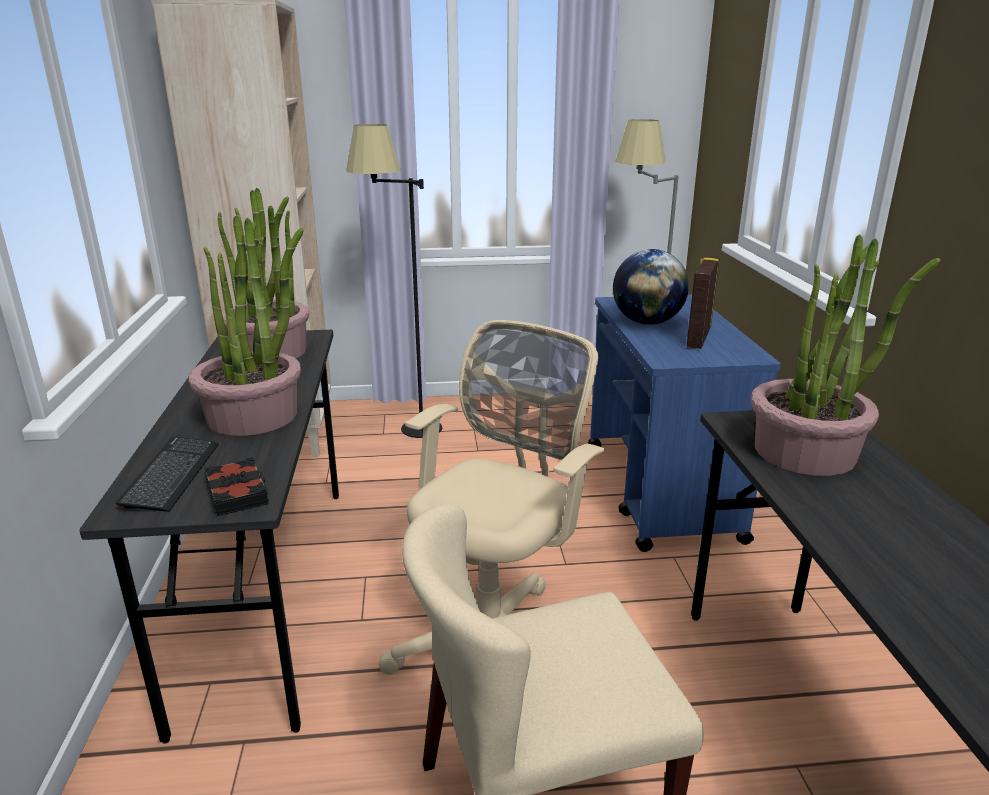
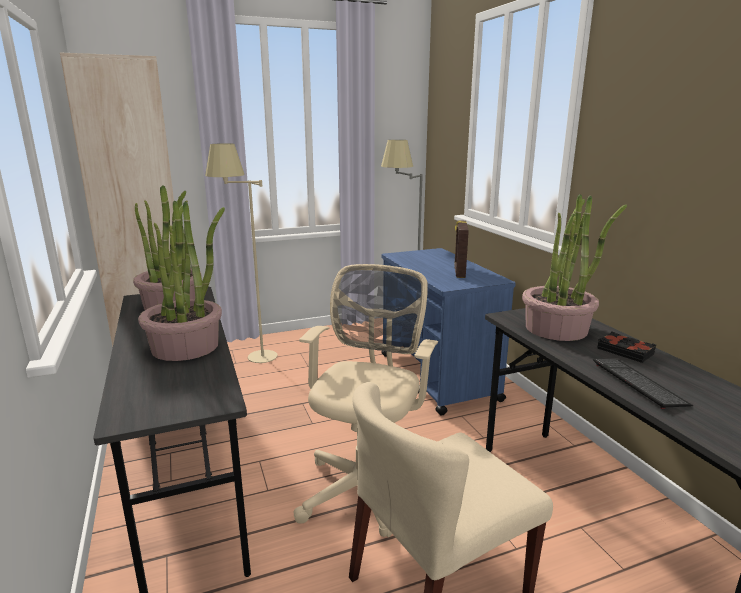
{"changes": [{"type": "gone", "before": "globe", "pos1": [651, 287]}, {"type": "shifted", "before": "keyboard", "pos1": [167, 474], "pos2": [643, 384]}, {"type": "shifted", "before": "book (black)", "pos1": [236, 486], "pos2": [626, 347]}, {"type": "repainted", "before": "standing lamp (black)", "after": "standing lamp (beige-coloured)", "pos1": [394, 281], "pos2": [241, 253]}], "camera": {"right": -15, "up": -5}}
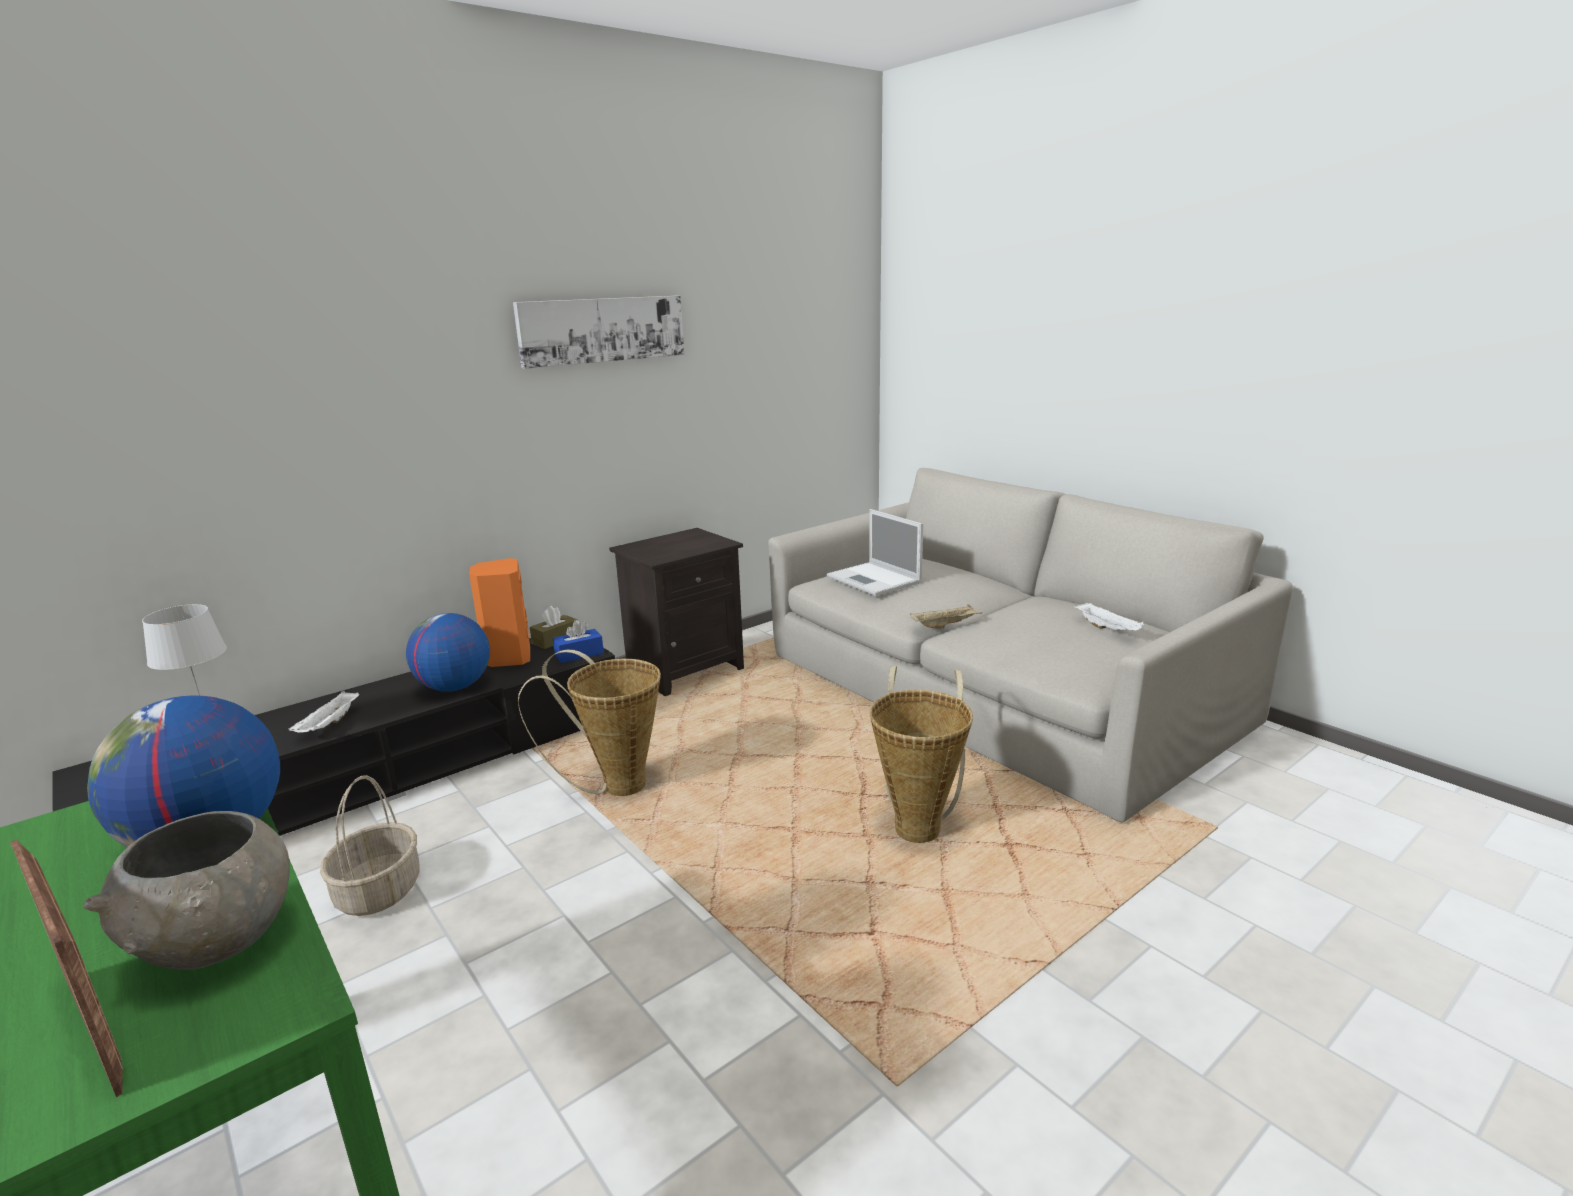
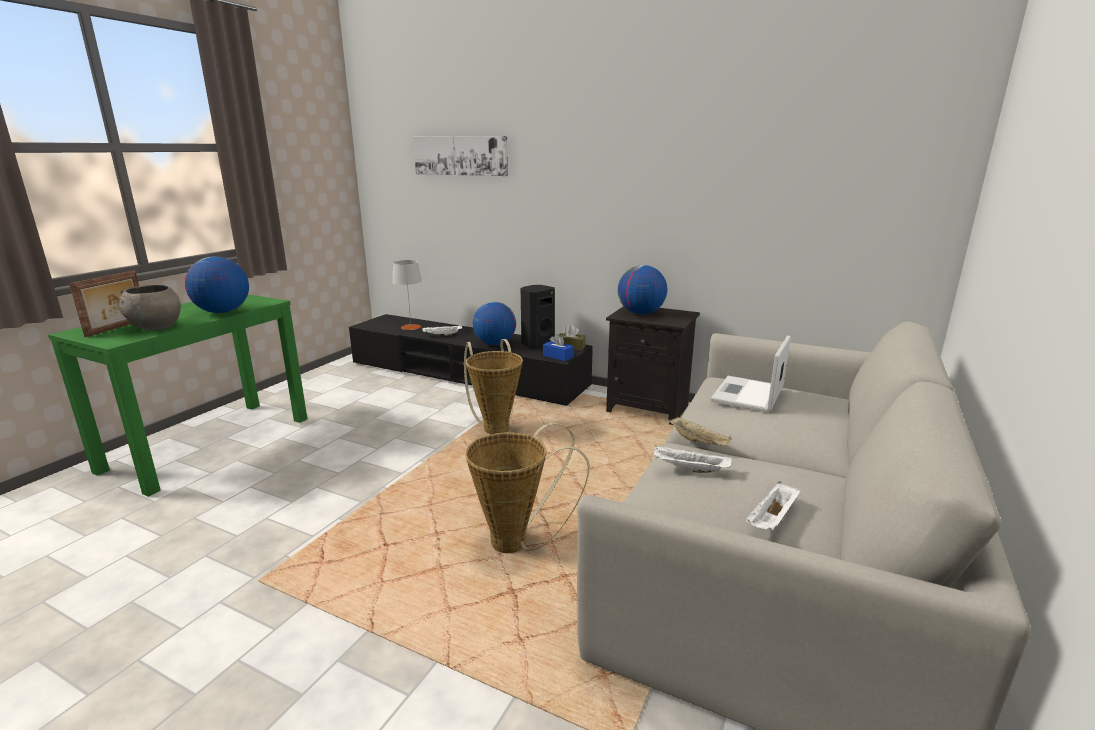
{"changes": [{"type": "gone", "before": "storage basket", "pos1": [370, 845]}, {"type": "new", "after": "globe", "pos2": [642, 290]}, {"type": "new", "after": "carrying tray (whitish)", "pos2": [693, 459]}, {"type": "shifted", "before": "wall picture", "pos1": [598, 332], "pos2": [460, 156]}, {"type": "repainted", "before": "loudspeaker (orange-coloured)", "after": "loudspeaker (black)", "pos1": [499, 612], "pos2": [538, 317]}], "camera": {"right": 65, "up": 0}}
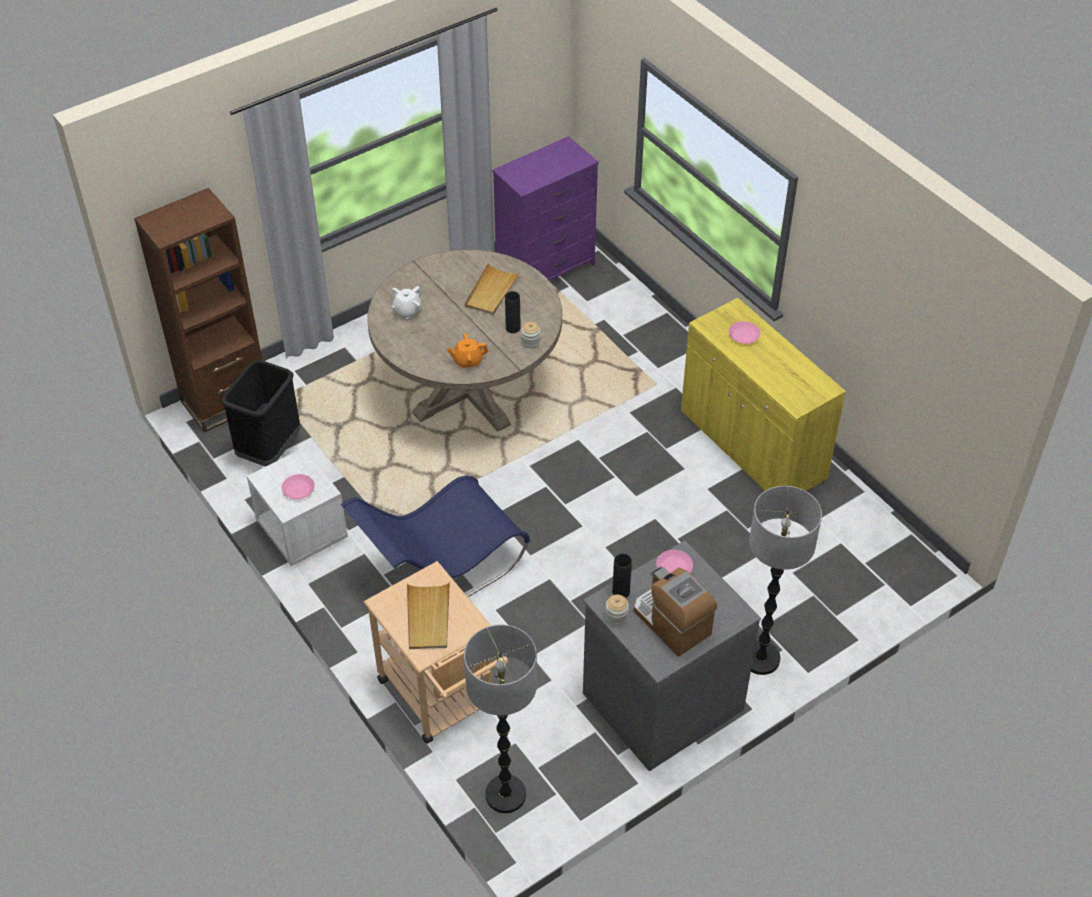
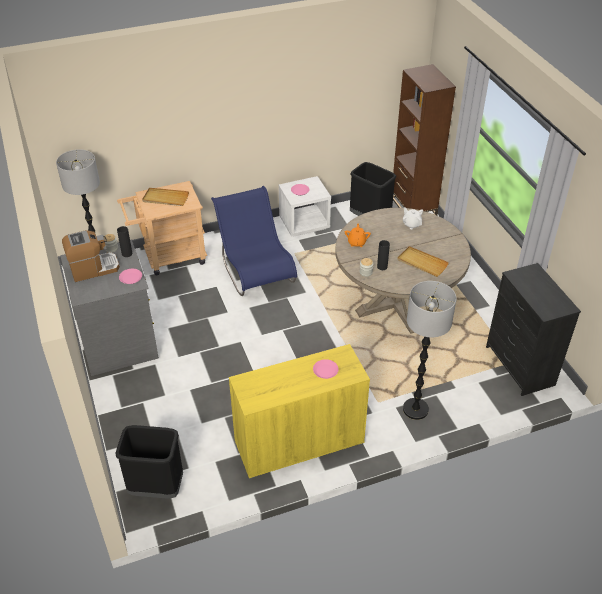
{"changes": [{"type": "new", "after": "rubbish bin (black)", "pos2": [149, 461]}, {"type": "shifted", "before": "standing lamp", "pos1": [785, 580], "pos2": [429, 350]}, {"type": "repainted", "before": "chest of drawers (purplish)", "after": "chest of drawers (black)", "pos1": [545, 208], "pos2": [533, 329]}], "camera": {"right": 105, "up": -5}}
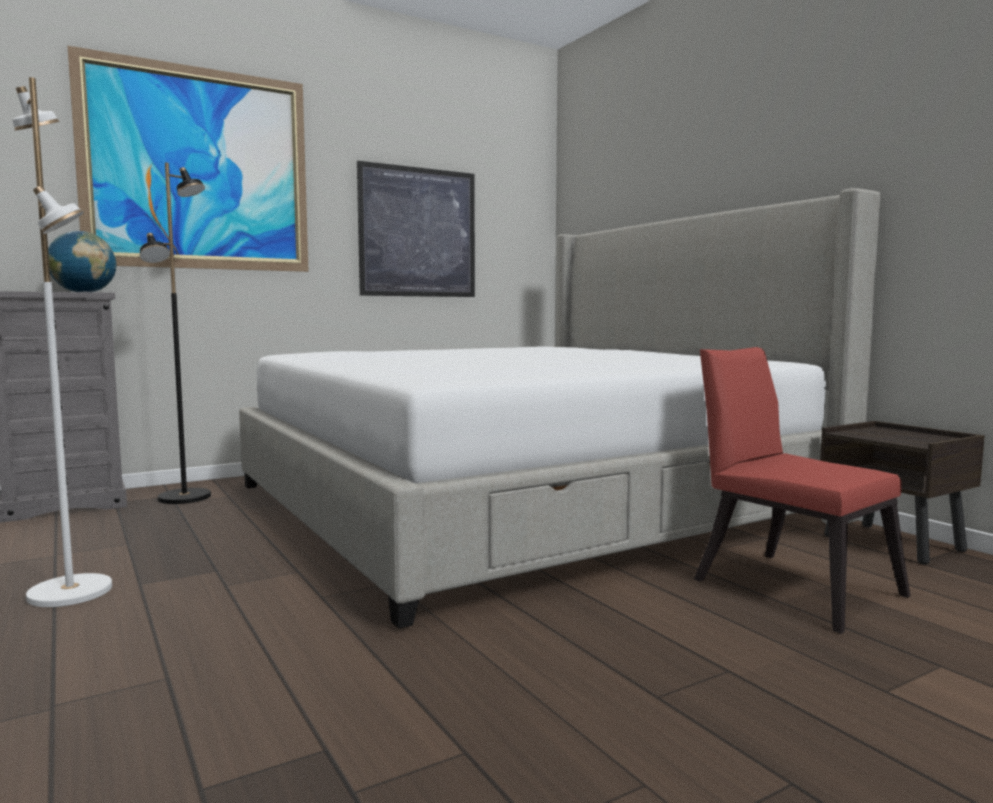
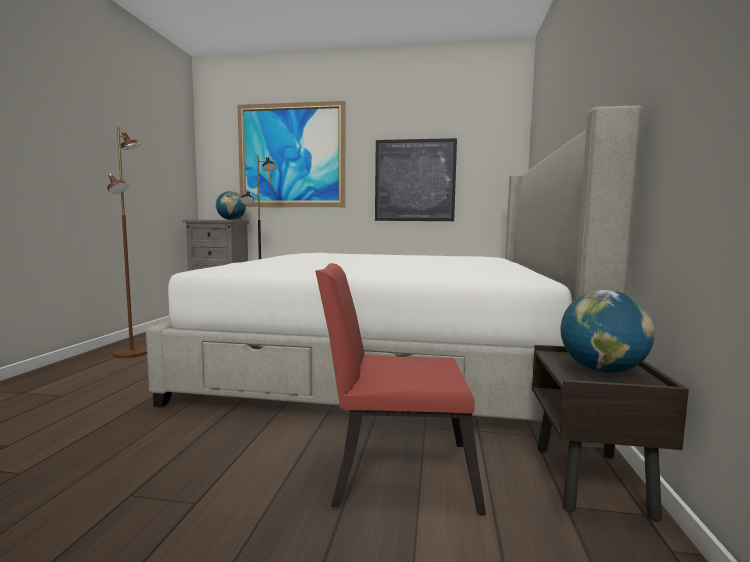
{"changes": [{"type": "new", "after": "globe", "pos2": [607, 331]}, {"type": "repainted", "before": "standing lamp (whitish)", "after": "standing lamp (brown)", "pos1": [62, 342], "pos2": [127, 242]}, {"type": "rotated", "before": "chair (reddish)", "pos1": [802, 490], "pos2": [400, 389], "turn": -90}], "camera": {"right": 40, "up": 0}}
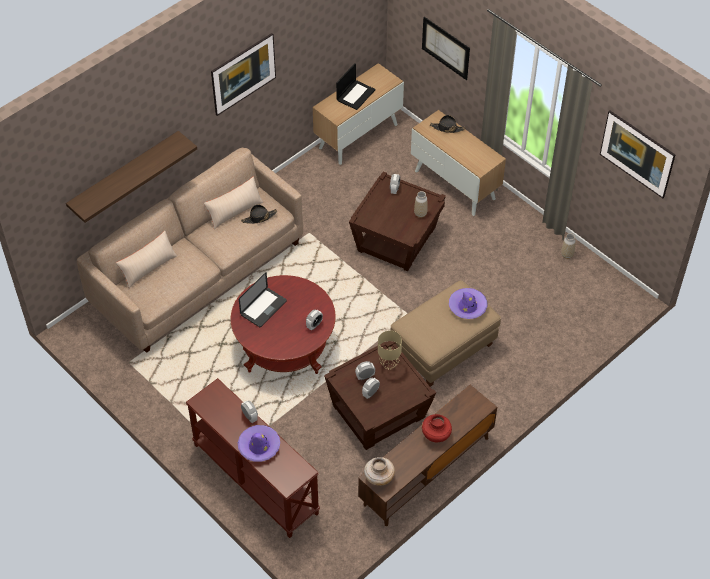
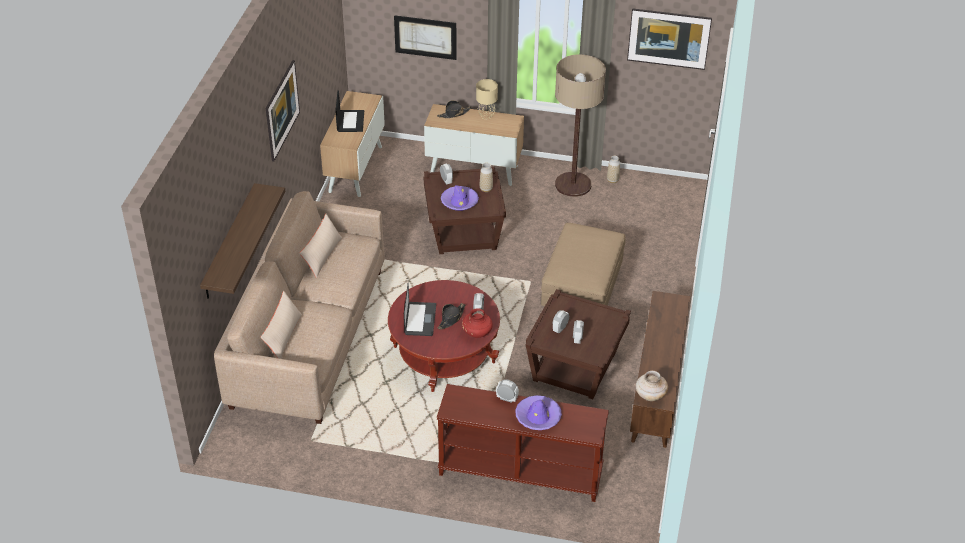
{"changes": [{"type": "new", "after": "standing lamp", "pos2": [580, 125]}, {"type": "shifted", "before": "wearable hat (black)", "pos1": [259, 214], "pos2": [451, 316]}, {"type": "shifted", "before": "tabletop lamp (beige-coloured)", "pos1": [390, 350], "pos2": [487, 99]}, {"type": "shifted", "before": "flower vase (reddish)", "pos1": [437, 428], "pos2": [477, 323]}, {"type": "shifted", "before": "wearable hat (purplish)", "pos1": [468, 303], "pos2": [460, 198]}], "camera": {"right": -35, "up": -10}}
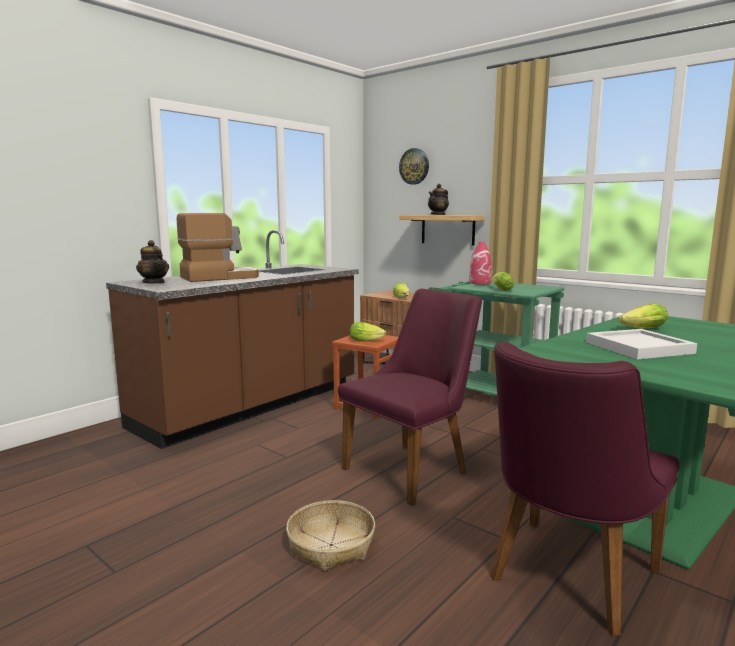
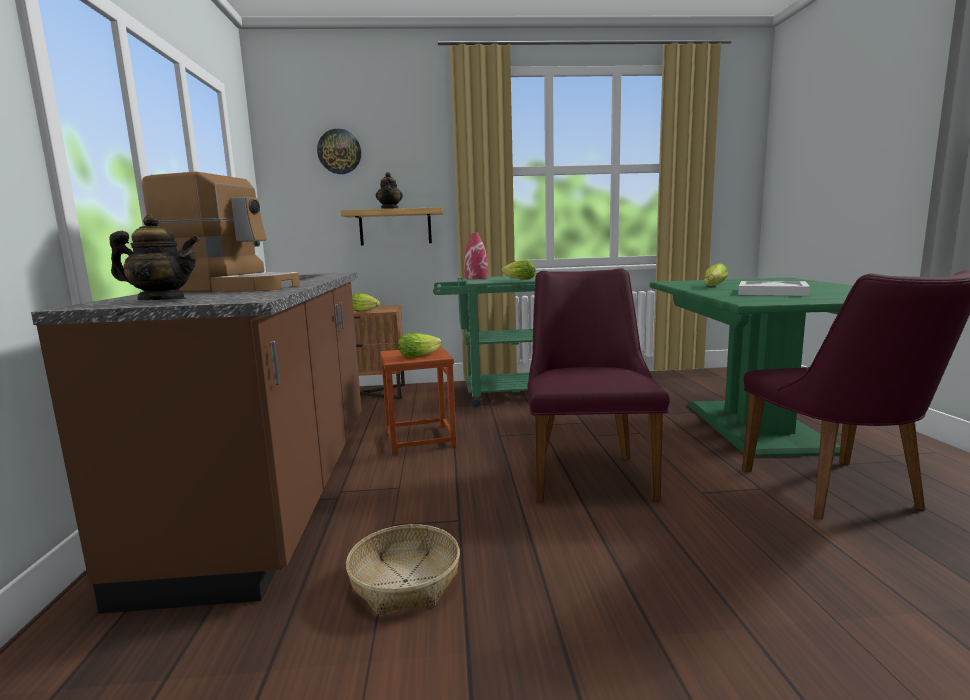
{"changes": [{"type": "shifted", "before": "storage basket", "pos1": [330, 535], "pos2": [403, 569]}, {"type": "rotated", "before": "coffee maker", "pos1": [218, 247], "pos2": [221, 231], "turn": 90}], "camera": {"right": -45, "up": 0}}
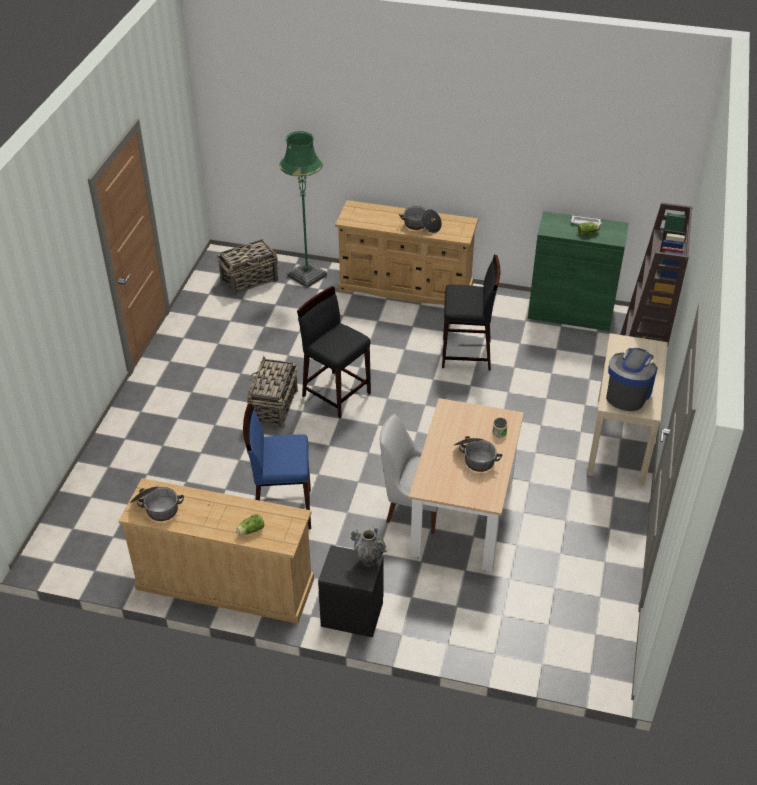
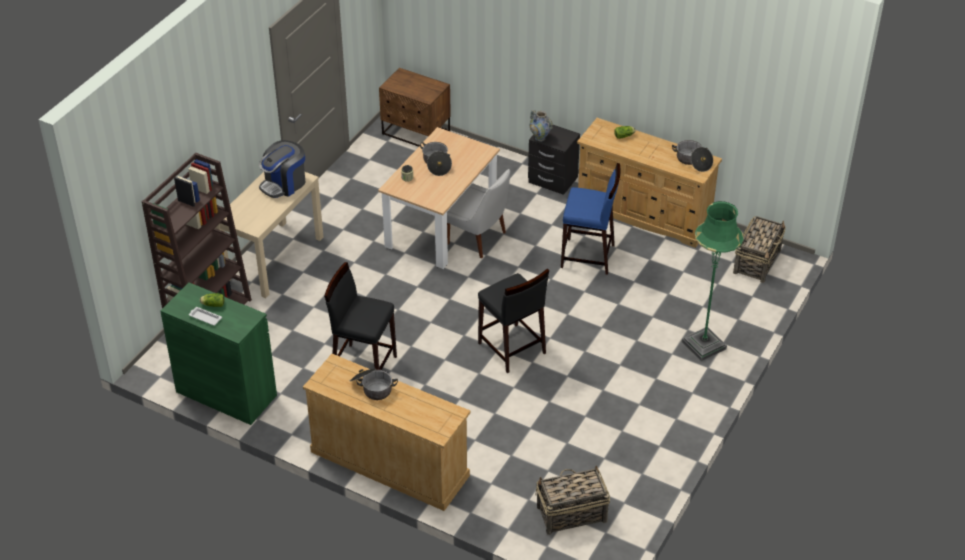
{"changes": [{"type": "new", "after": "nightstand (brown)", "pos2": [415, 107]}, {"type": "shifted", "before": "storage basket", "pos1": [272, 392], "pos2": [759, 249]}, {"type": "shifted", "before": "standing lamp (green-coloured)", "pos1": [303, 209], "pos2": [713, 281]}], "camera": {"right": -165, "up": 0}}
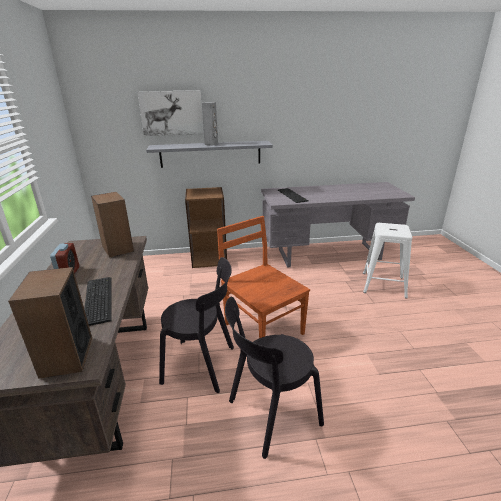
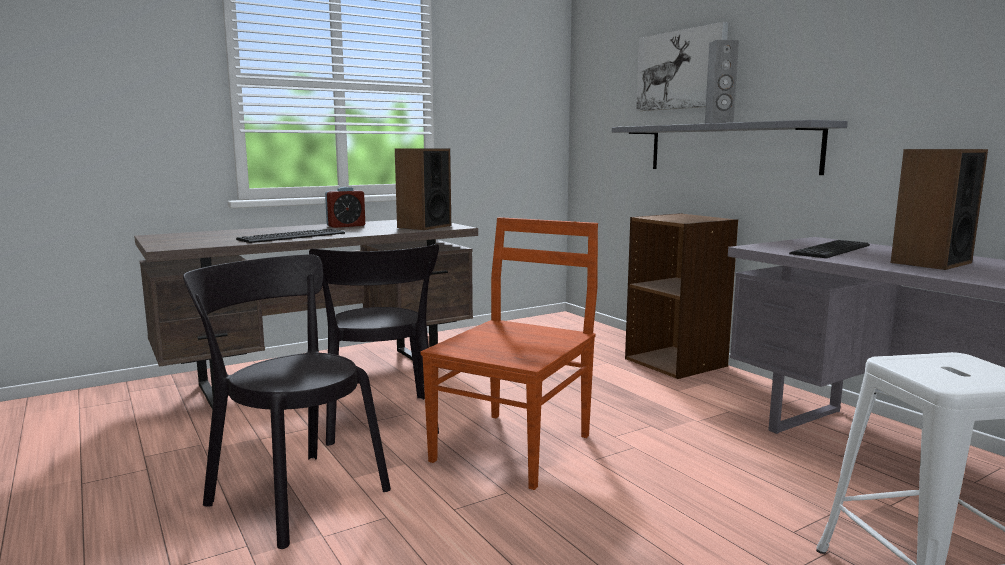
{"changes": [{"type": "shifted", "before": "loudspeaker", "pos1": [50, 323], "pos2": [939, 209]}], "camera": {"right": 65, "up": -15}}
